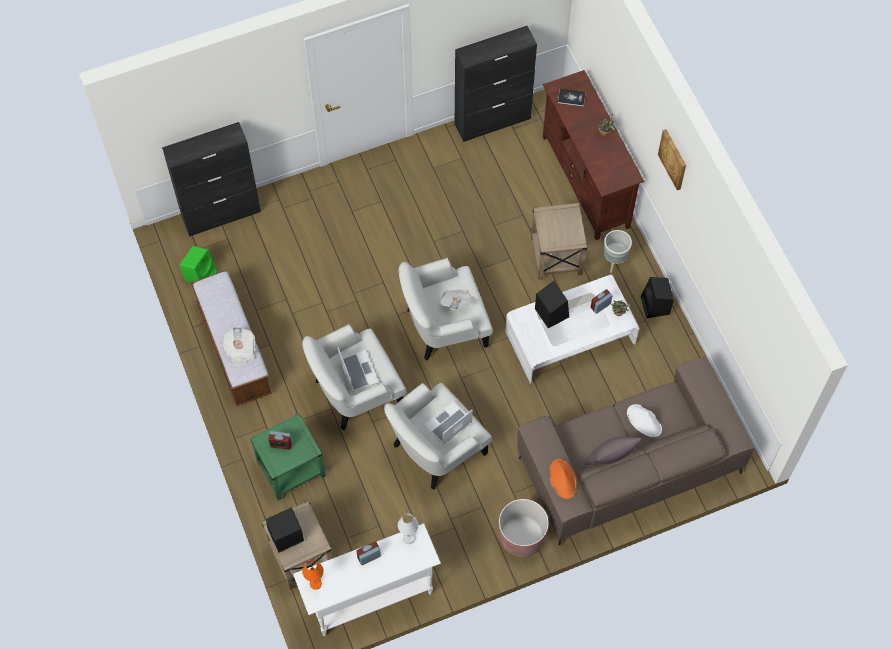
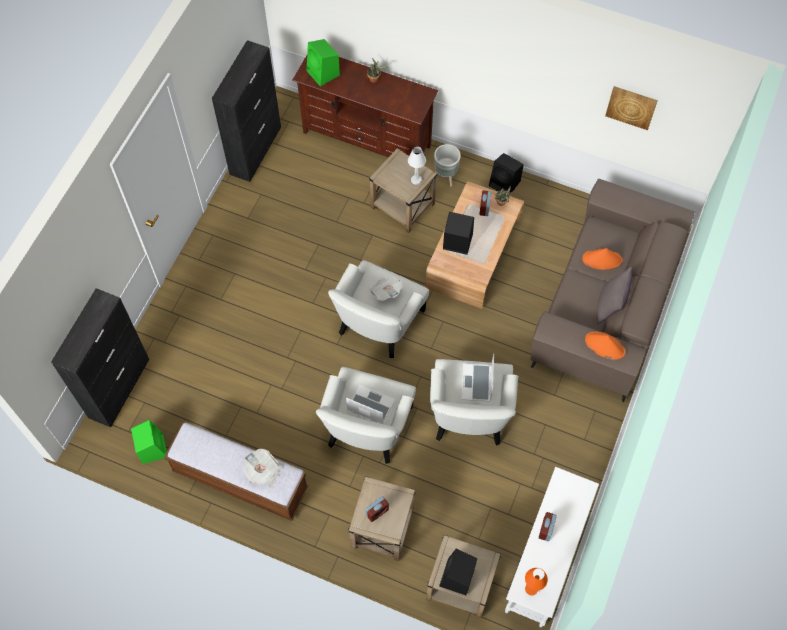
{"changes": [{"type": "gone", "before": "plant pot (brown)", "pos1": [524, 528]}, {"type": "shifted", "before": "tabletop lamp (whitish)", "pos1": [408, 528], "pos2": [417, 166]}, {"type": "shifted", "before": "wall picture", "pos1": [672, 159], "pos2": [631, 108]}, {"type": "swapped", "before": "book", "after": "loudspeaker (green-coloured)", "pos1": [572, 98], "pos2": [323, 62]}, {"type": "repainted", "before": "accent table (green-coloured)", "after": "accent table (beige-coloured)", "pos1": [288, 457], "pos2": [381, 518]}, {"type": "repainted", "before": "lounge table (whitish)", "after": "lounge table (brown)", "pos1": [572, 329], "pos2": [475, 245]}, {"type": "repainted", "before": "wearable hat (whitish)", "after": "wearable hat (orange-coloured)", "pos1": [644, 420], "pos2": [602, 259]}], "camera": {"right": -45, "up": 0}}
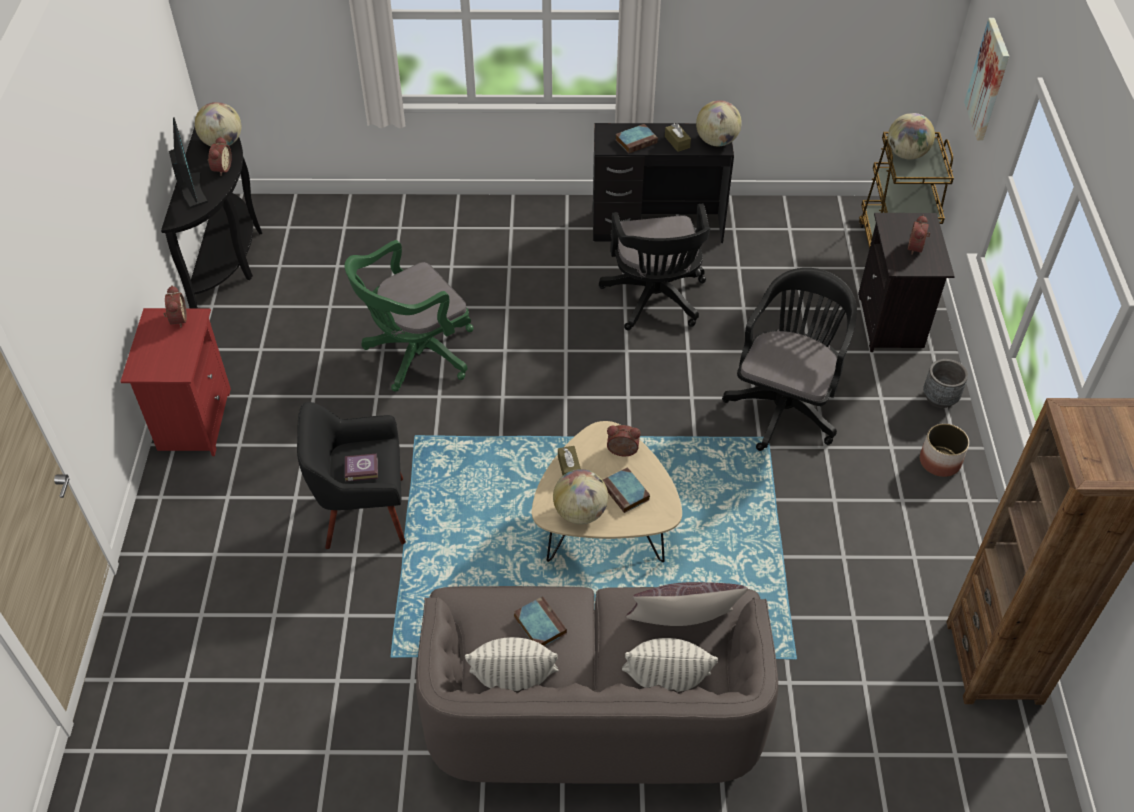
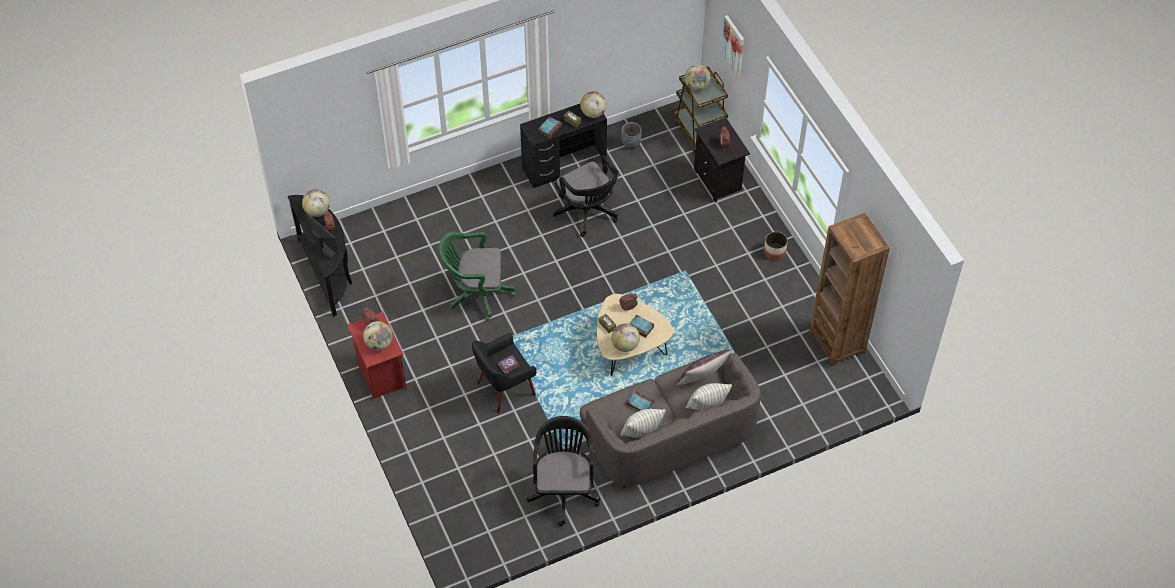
{"changes": [{"type": "new", "after": "globe", "pos2": [377, 335]}, {"type": "shifted", "before": "computer chair (black)", "pos1": [789, 359], "pos2": [563, 471]}, {"type": "shifted", "before": "plant pot (gray)", "pos1": [945, 383], "pos2": [631, 135]}, {"type": "rotated", "before": "computer chair (green-coloured)", "pos1": [409, 316], "pos2": [477, 276], "turn": 60}], "camera": {"right": -25, "up": 5}}
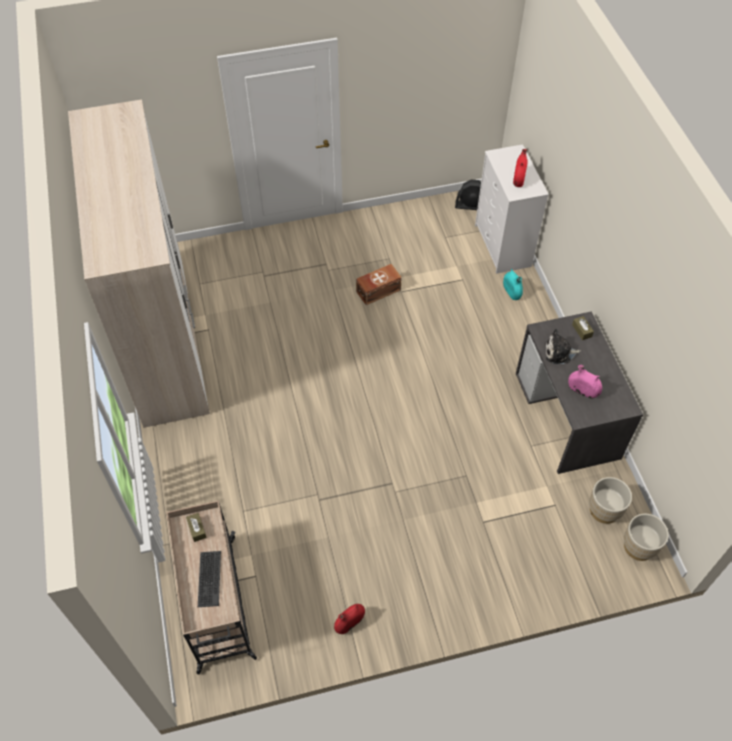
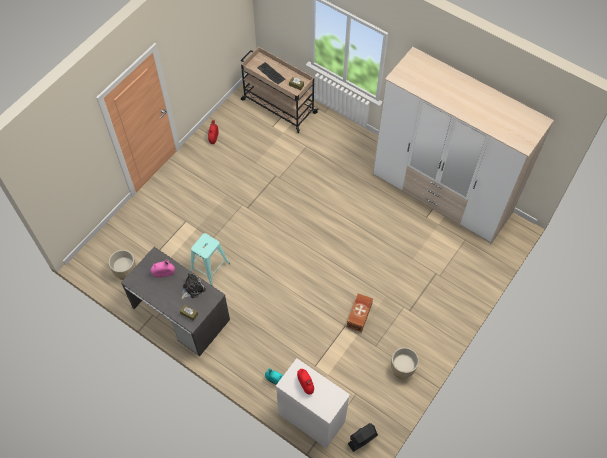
{"changes": [{"type": "new", "after": "sitting stool (blue-green)", "pos2": [210, 259]}, {"type": "shifted", "before": "plant pot (beige-coloured)", "pos1": [646, 537], "pos2": [405, 363]}], "camera": {"right": 140, "up": 5}}
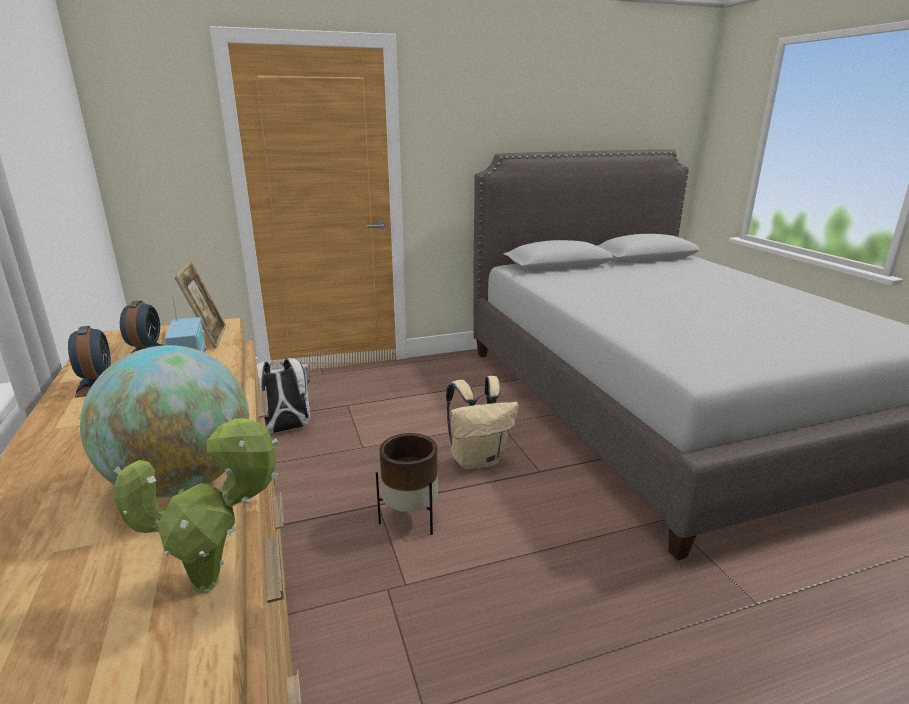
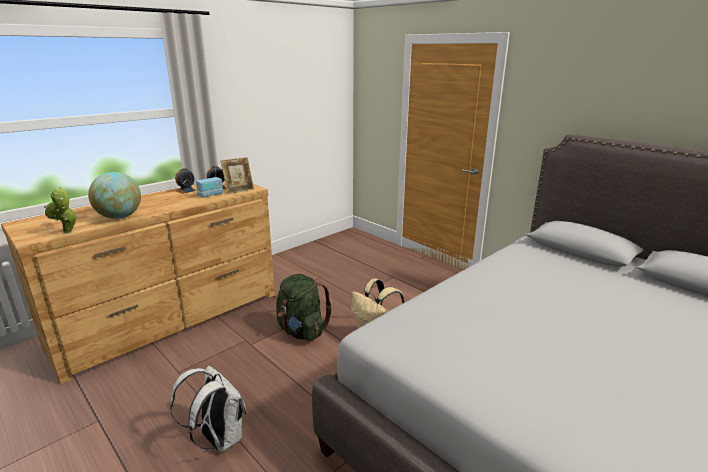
{"changes": [{"type": "shifted", "before": "rucksack (whitish)", "pos1": [283, 395], "pos2": [208, 409]}, {"type": "swapped", "before": "plant pot (brown)", "after": "rucksack (green-coloured)", "pos1": [407, 484], "pos2": [304, 307]}], "camera": {"right": 65, "up": 0}}
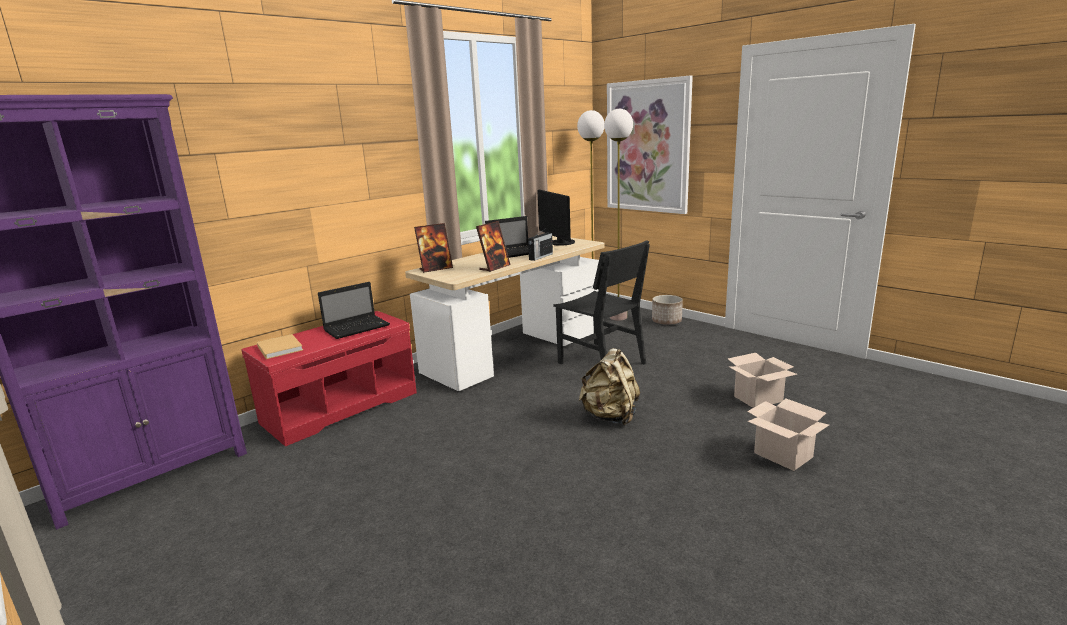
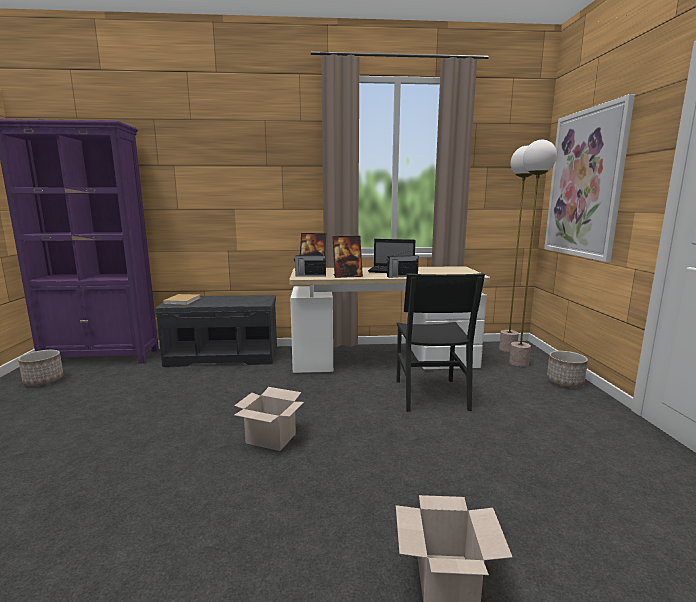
{"changes": [{"type": "gone", "before": "laptop", "pos1": [354, 310]}, {"type": "gone", "before": "monitor", "pos1": [556, 217]}, {"type": "gone", "before": "rucksack (beige-coloured)", "pos1": [609, 386]}, {"type": "new", "after": "plant pot", "pos2": [41, 368]}, {"type": "new", "after": "radio set", "pos2": [310, 263]}, {"type": "shifted", "before": "cardboard box", "pos1": [762, 380], "pos2": [269, 419]}, {"type": "repainted", "before": "long seat (reddish)", "after": "long seat (gray)", "pos1": [329, 378], "pos2": [216, 331]}], "camera": {"right": 40, "up": -5}}
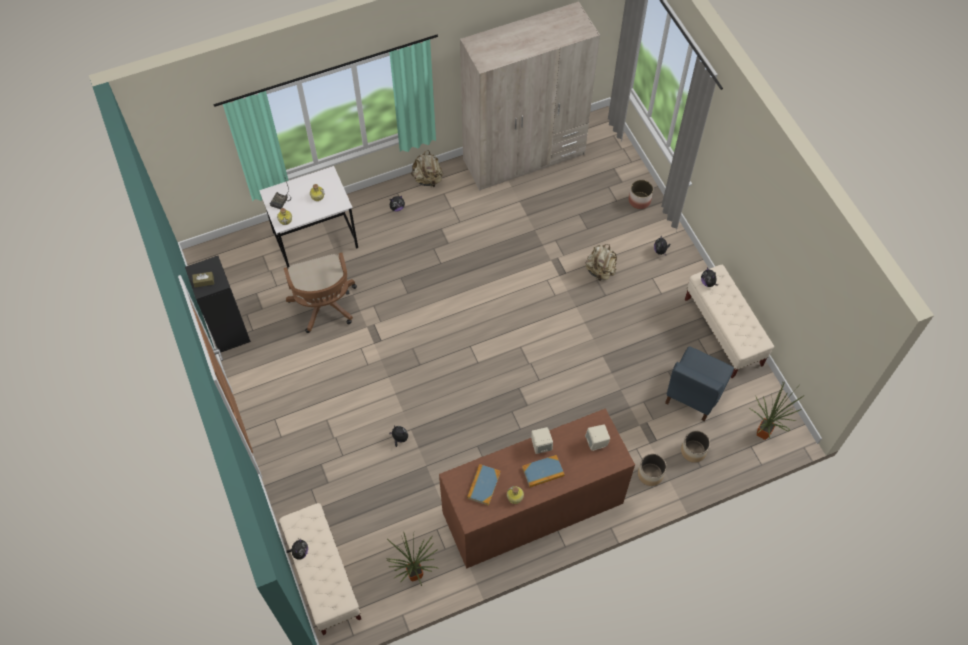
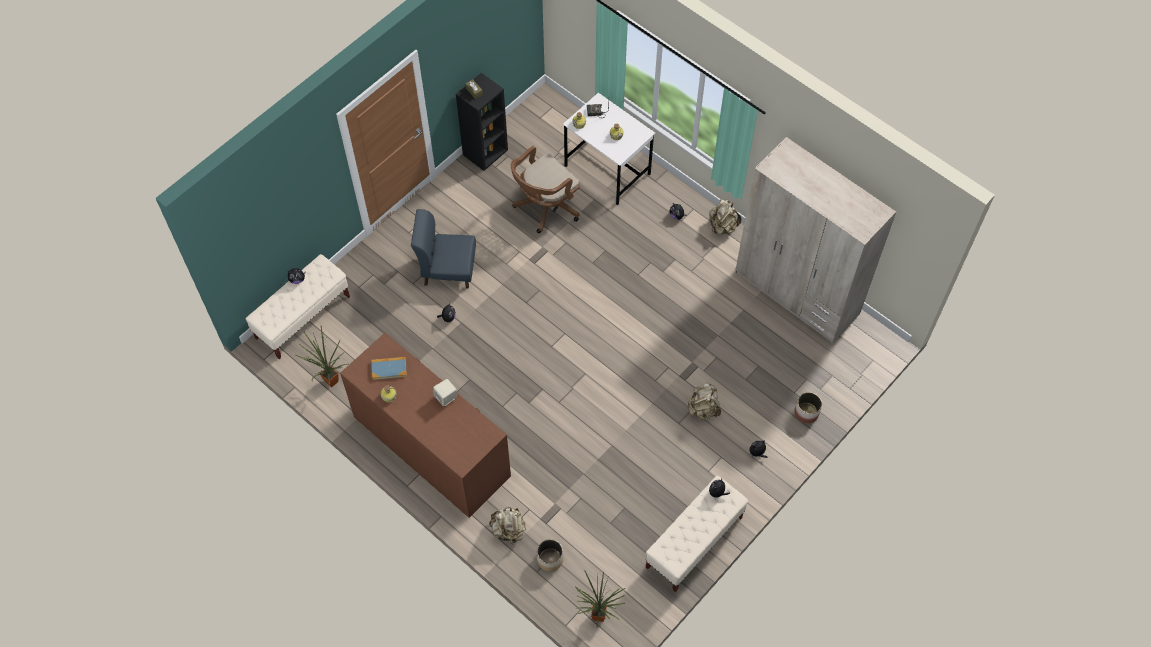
{"changes": [{"type": "gone", "before": "book", "pos1": [543, 471]}, {"type": "gone", "before": "loudspeaker (beige-coloured)", "pos1": [597, 437]}, {"type": "shifted", "before": "chair (blue)", "pos1": [699, 383], "pos2": [443, 248]}, {"type": "swapped", "before": "plant pot", "after": "rucksack (beige-coloured)", "pos1": [652, 470], "pos2": [507, 525]}], "camera": {"right": 65, "up": 0}}
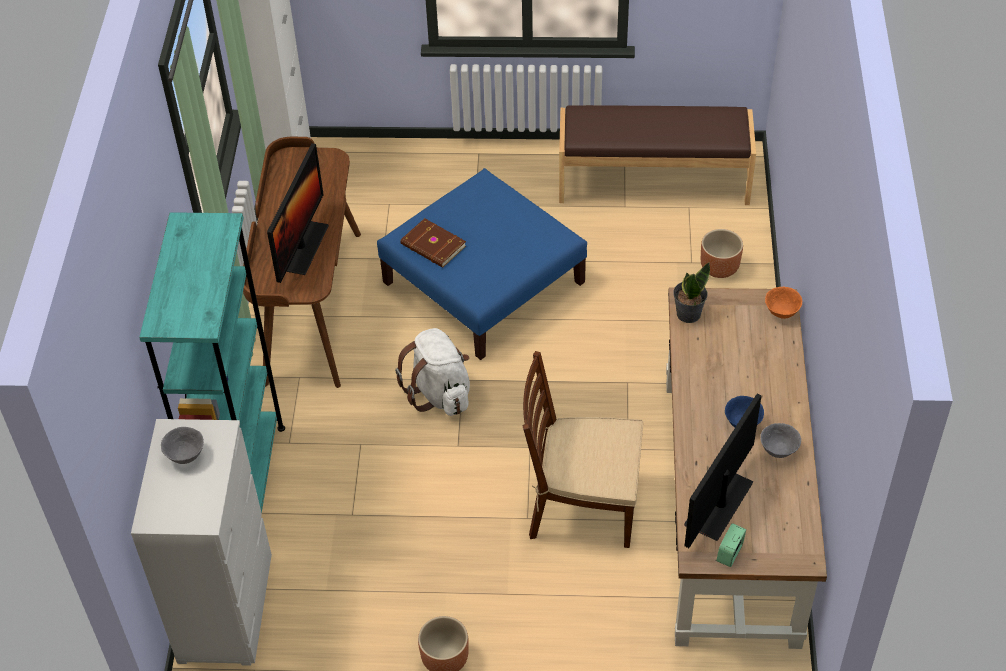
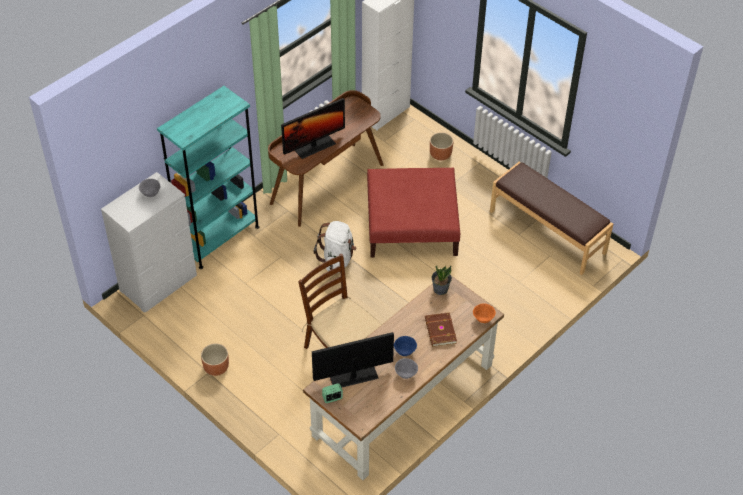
{"changes": [{"type": "shifted", "before": "book (brown)", "pos1": [433, 243], "pos2": [441, 329]}, {"type": "shifted", "before": "plant pot (brown)", "pos1": [722, 253], "pos2": [441, 146]}, {"type": "repainted", "before": "pouffe (blue)", "after": "pouffe (reddish)", "pos1": [482, 264], "pos2": [414, 213]}], "camera": {"right": 40, "up": 0}}
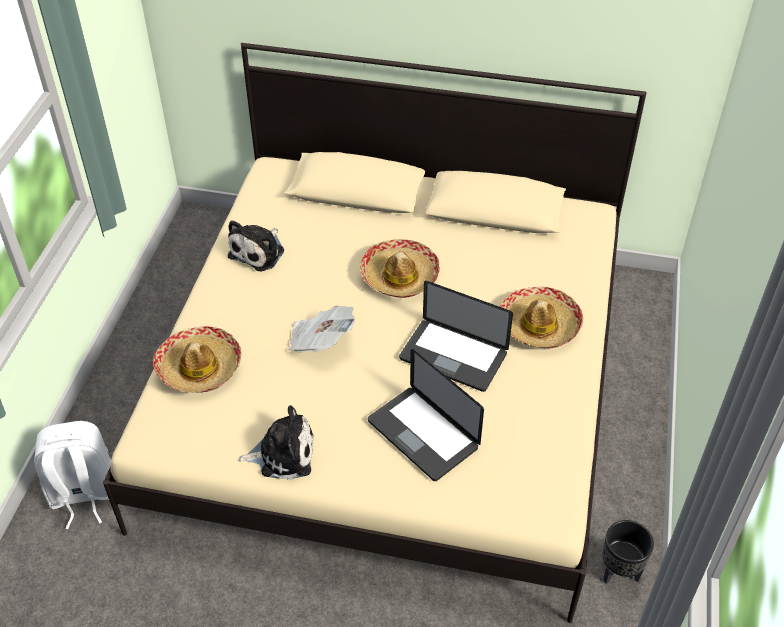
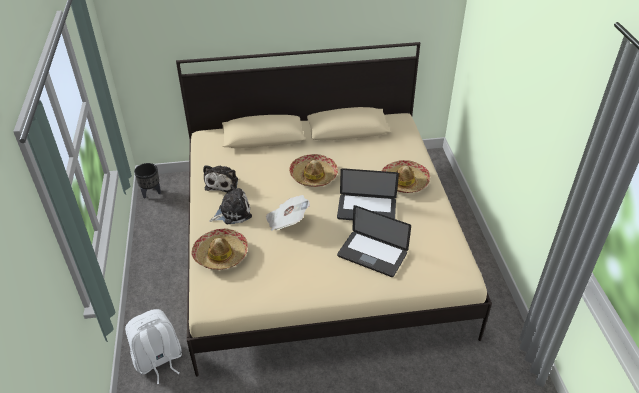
{"changes": [{"type": "shifted", "before": "plush toy", "pos1": [276, 442], "pos2": [230, 204]}, {"type": "shifted", "before": "plant pot (black)", "pos1": [628, 552], "pos2": [147, 180]}], "camera": {"right": -20, "up": -5}}
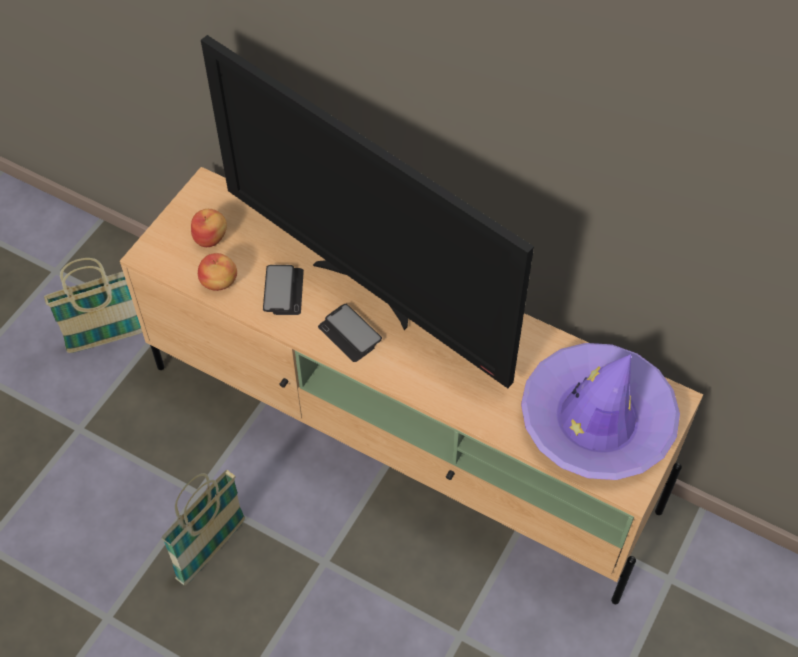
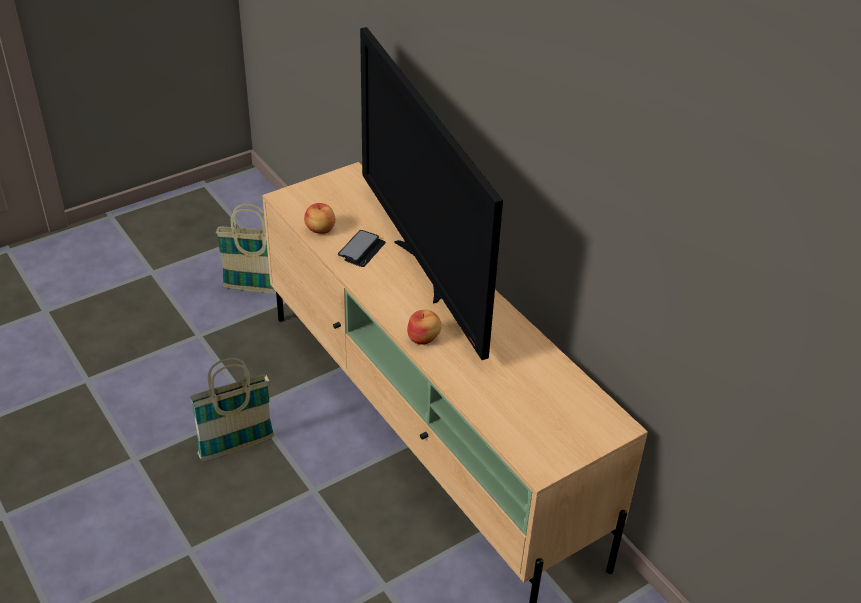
{"changes": [{"type": "gone", "before": "phone", "pos1": [350, 333]}, {"type": "gone", "before": "wearable hat (purplish)", "pos1": [600, 411]}, {"type": "shifted", "before": "whole apple", "pos1": [209, 228], "pos2": [424, 327]}], "camera": {"right": 25, "up": -15}}
